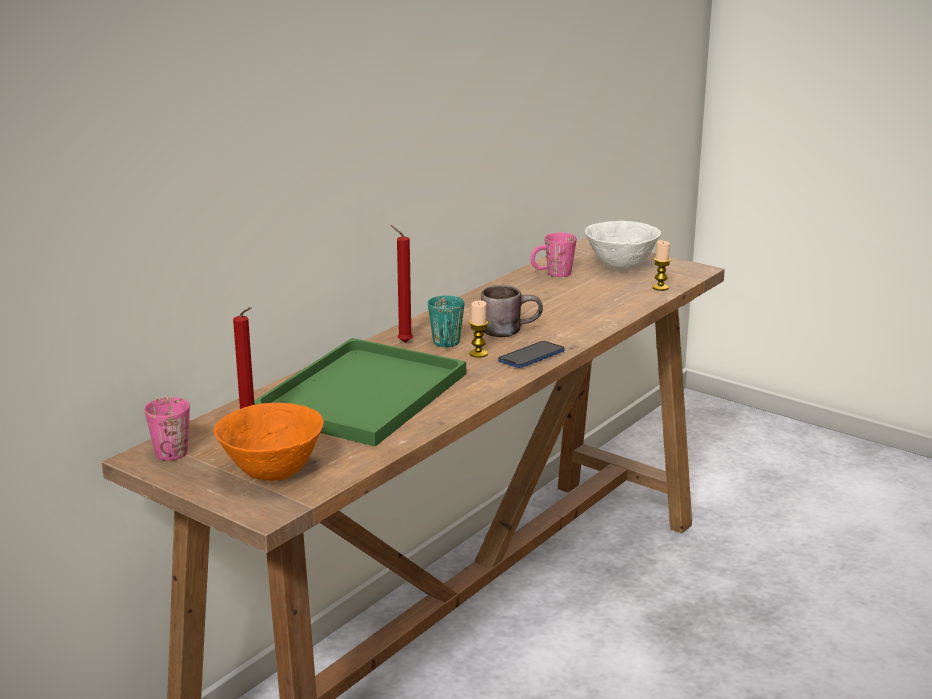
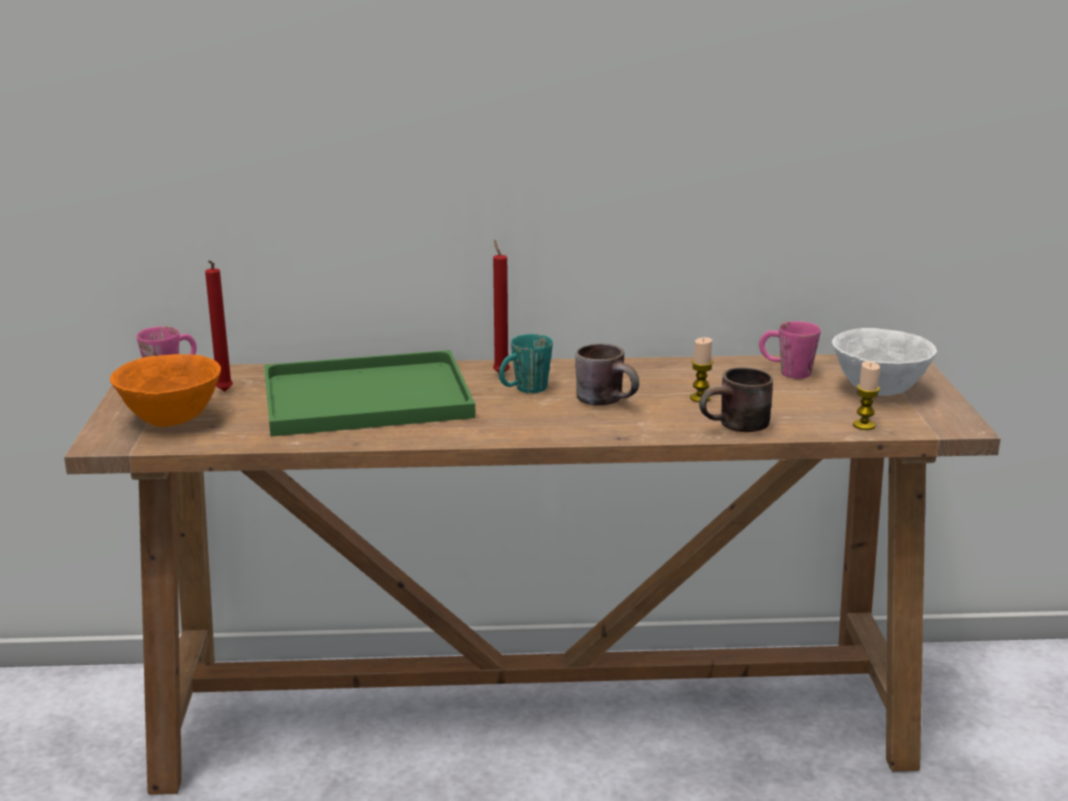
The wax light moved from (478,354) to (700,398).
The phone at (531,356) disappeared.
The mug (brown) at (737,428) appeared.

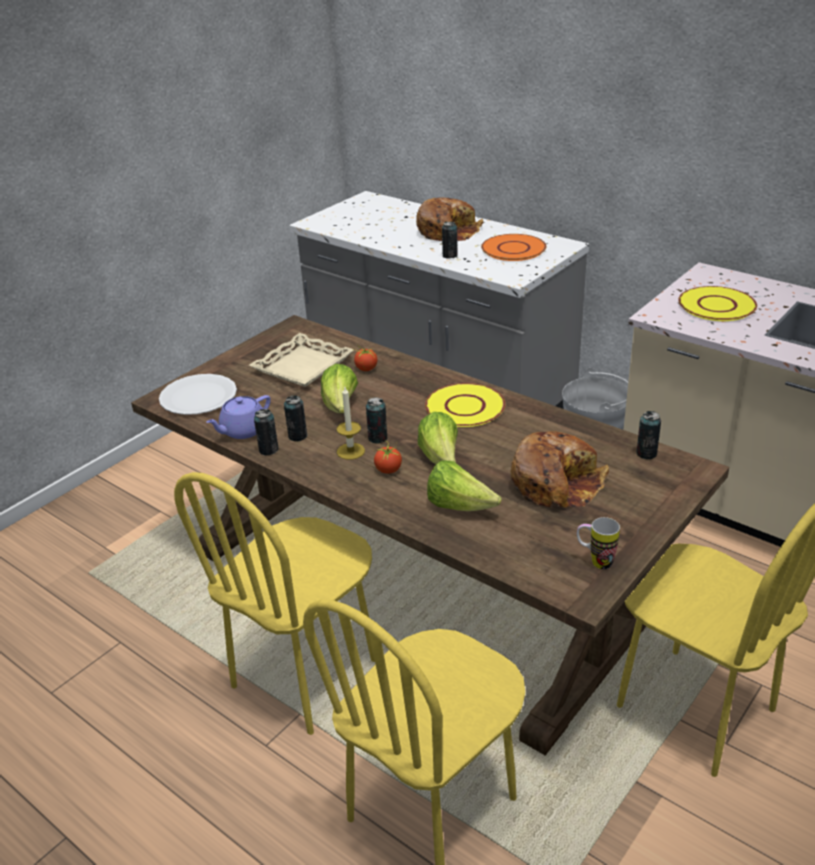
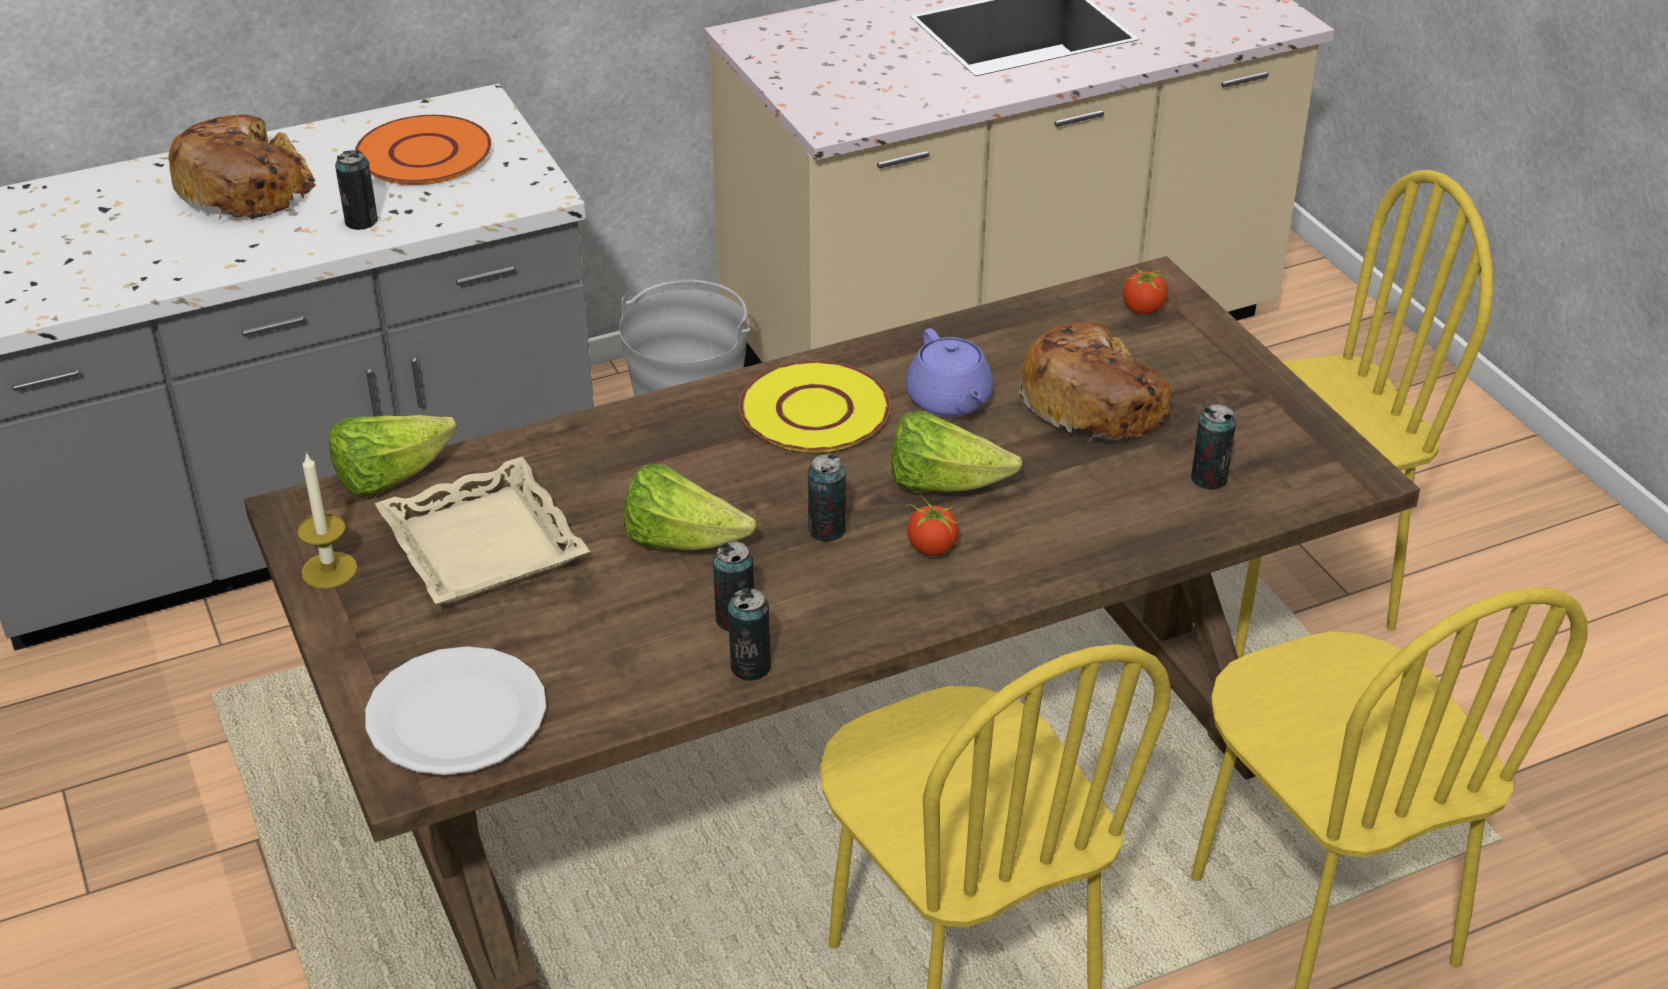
The teapot (purple) moved from (243,430) to (949,401).
The wax light moved from (350,451) to (329,570).
The whole tomato moved from (366,369) to (1143,309).
The lettuce moved from (459,506) to (390,478).
The mug at (595,561) disappeared.
The metal can moved from (646,453) to (1209,479).
The flat dish (yellow) at (716,305) disappeared.

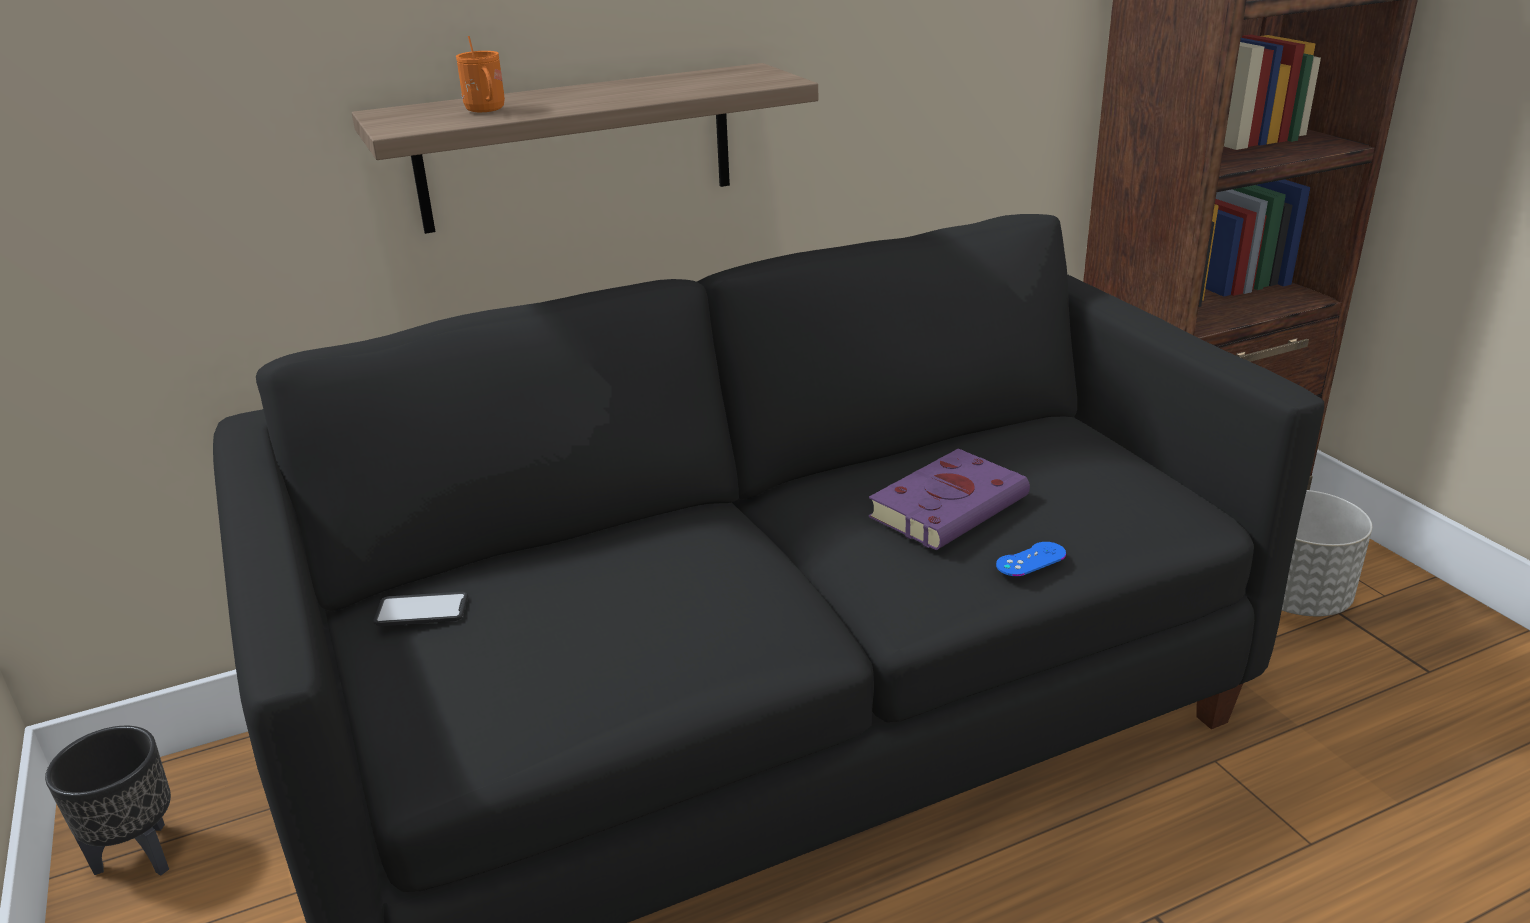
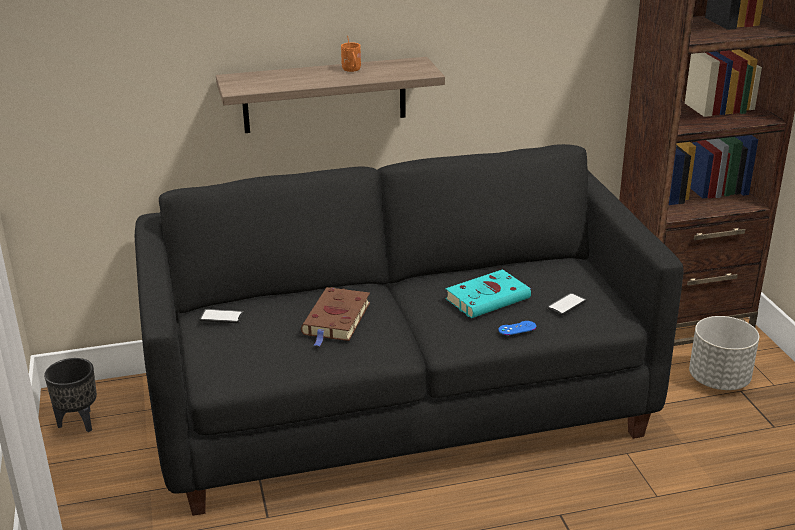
The mug (orangey) moved from (487,111) to (352,71).
The bound book (purple) at (951,506) became the bound book (turquoise-coloured) at (489,298).
The bound book (brown) at (336,320) appeared.
The phone at (566,304) appeared.

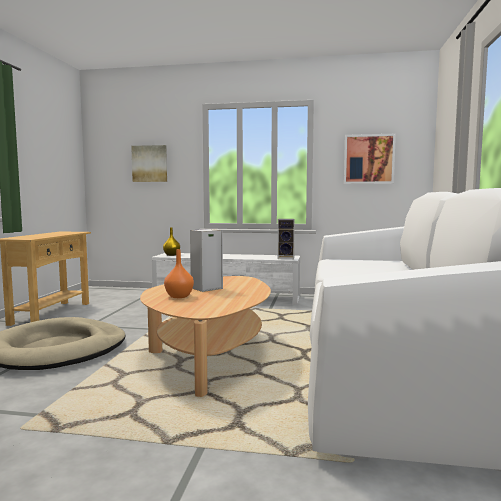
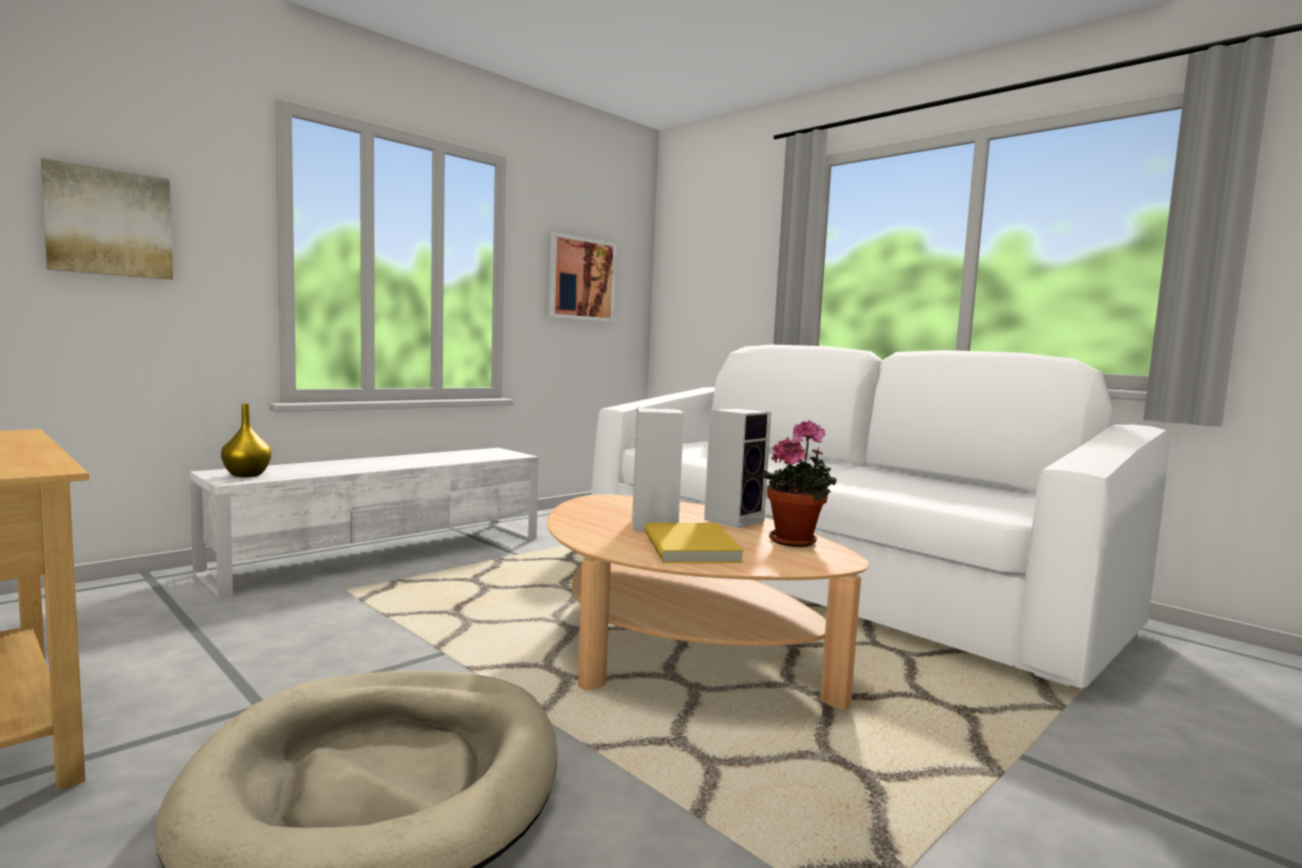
The flower vase (orangey) at (179,296) was replaced by the bound book (yellow) at (693,547).
The audio speaker moved from (286,258) to (734,519).
The plant in a pot at (796,541) appeared.

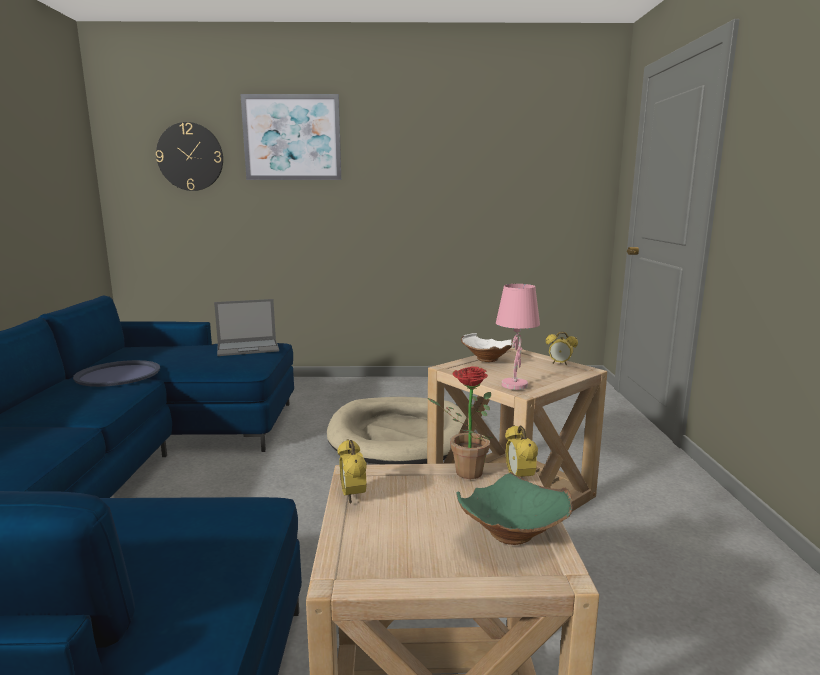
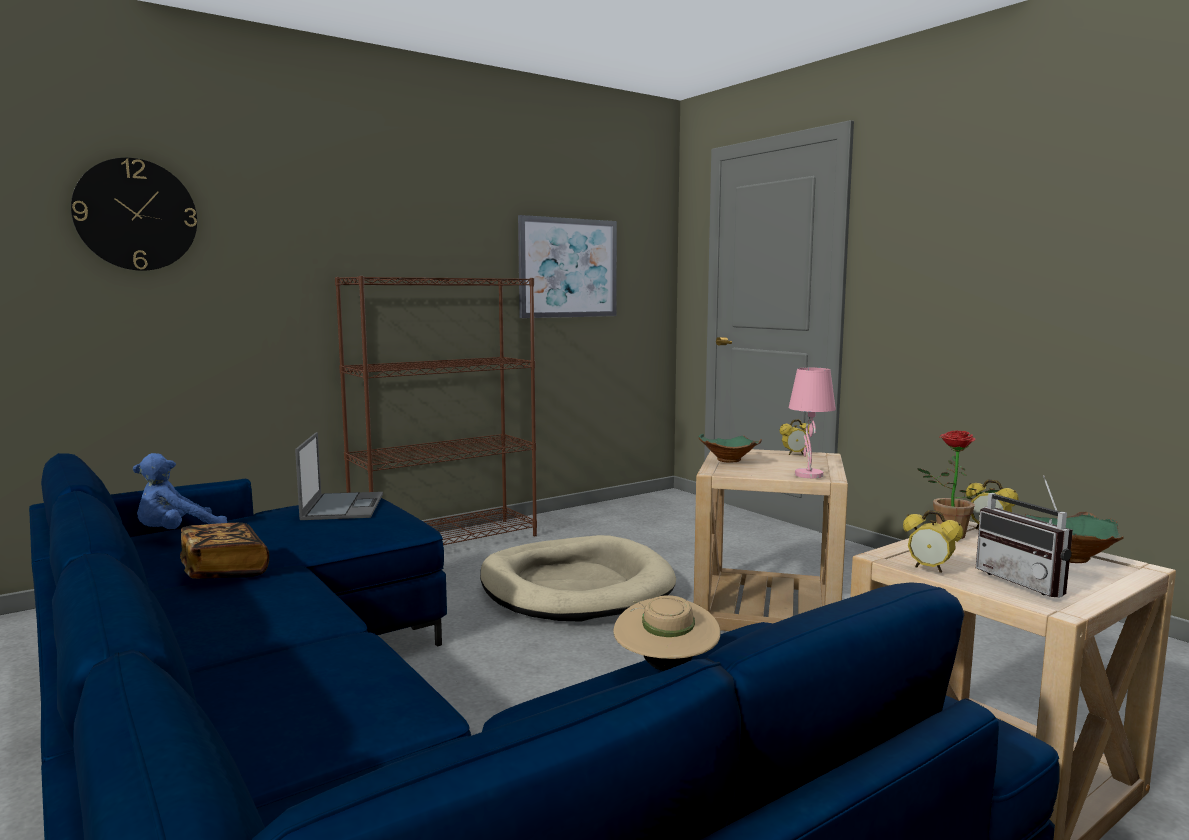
The tray (blue-coloured) at (118,375) was replaced by the bound book at (224,570).
The laptop at (248,348) turned 45 degrees counterclockwise.
The wall art moved from (292,138) to (568,268).
The bowl (white-coloured) at (486,360) became the bowl (green) at (729,461).
The plush toy (blue-coloured) at (177,535) appeared.
The bookshelf (brown) at (446,542) appeared.
The hat (beige-coloured) at (665,667) appeared.
The radio receiver at (1027,582) appeared.

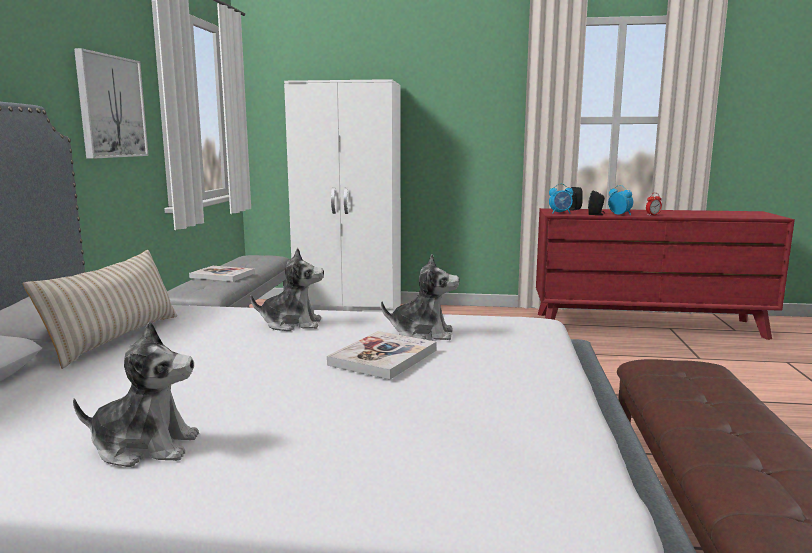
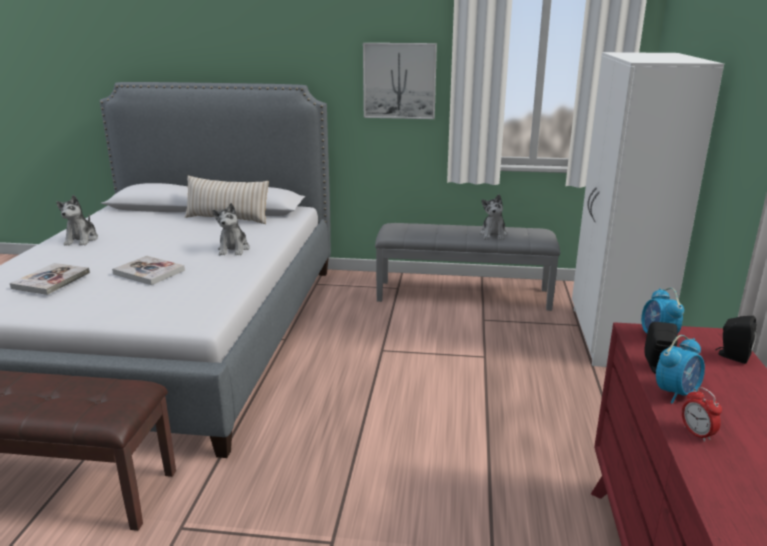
The bound book moved from (222,275) to (51,280).
The plush toy moved from (422,334) to (493,235).

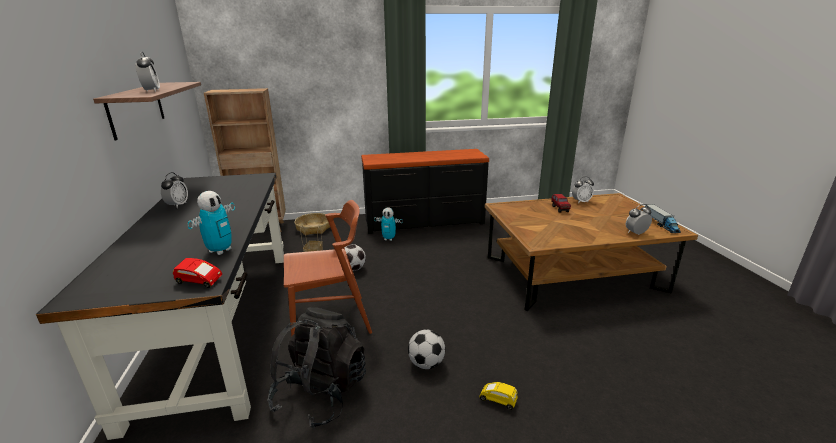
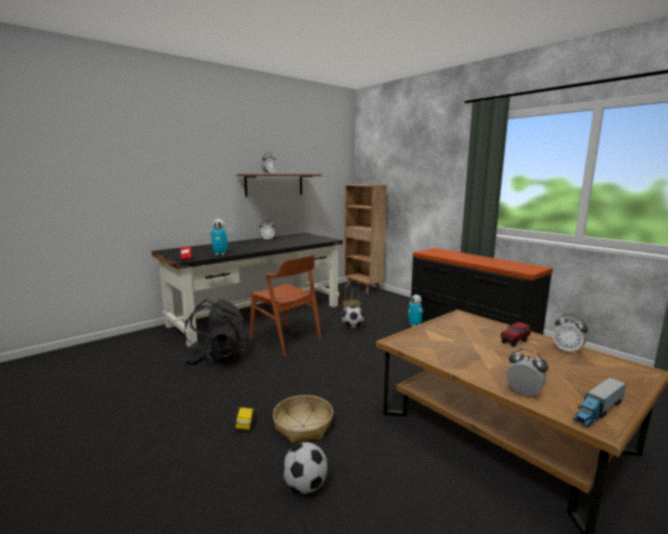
The household basket moved from (313,228) to (303,426).
The football ball moved from (426,363) to (305,486).

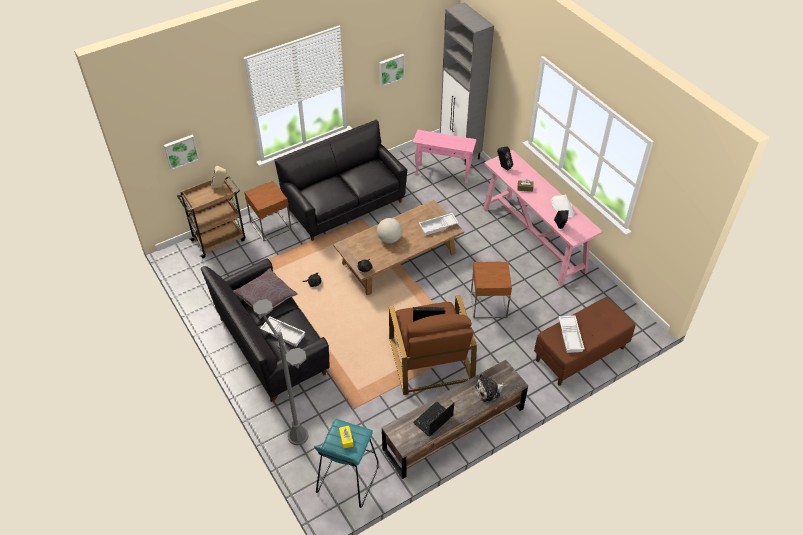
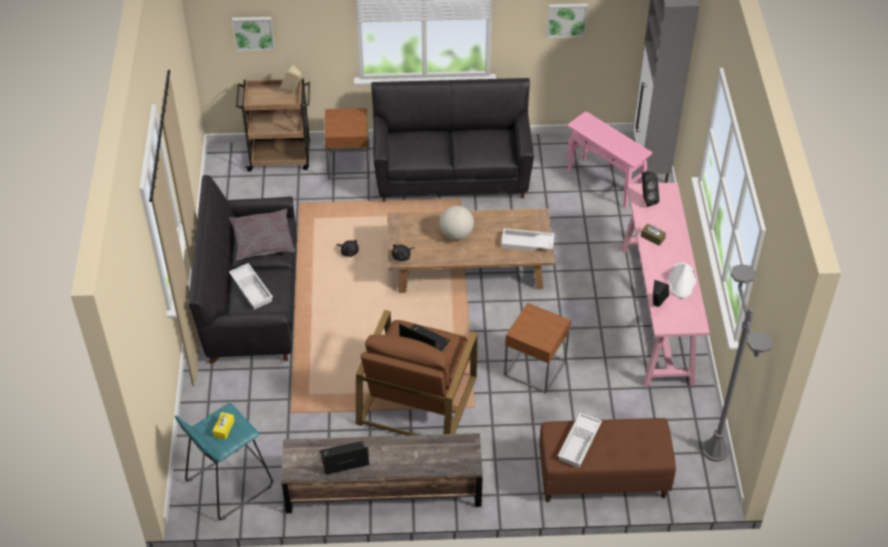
The standard lamp (greyish) moved from (298,436) to (715,450).
The plush toy at (489,391) disappeared.

